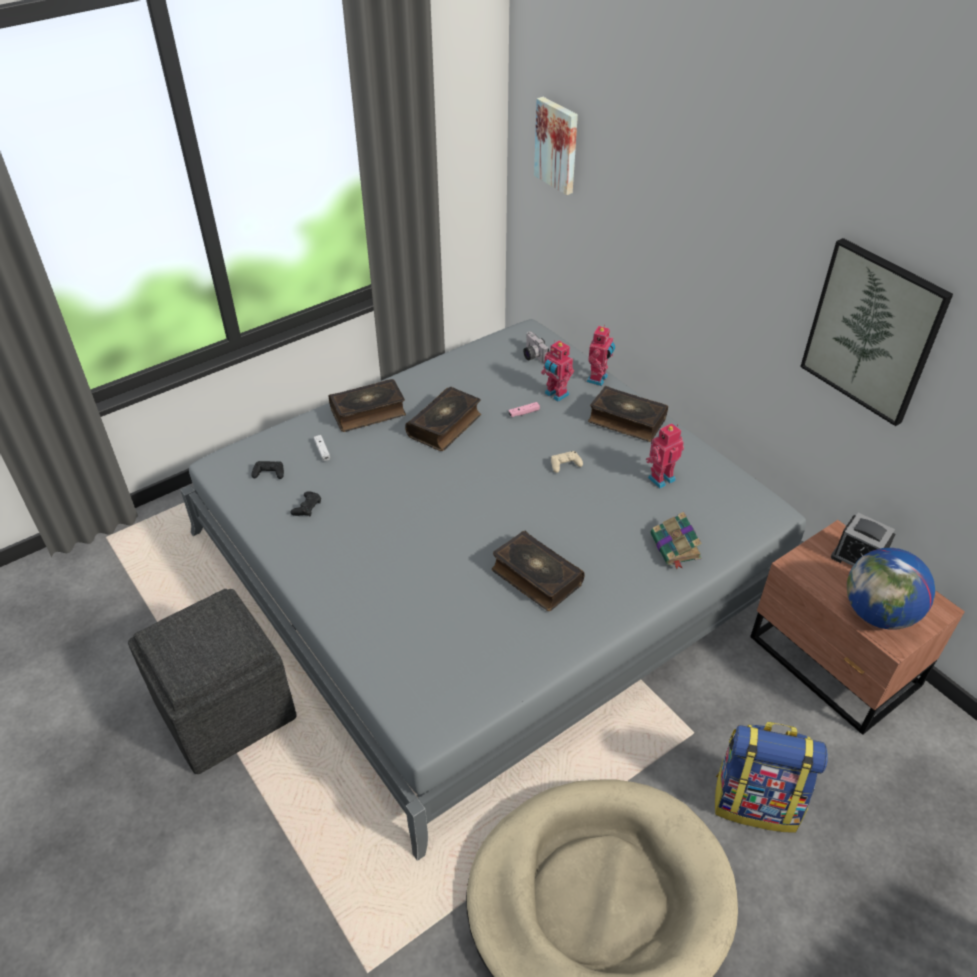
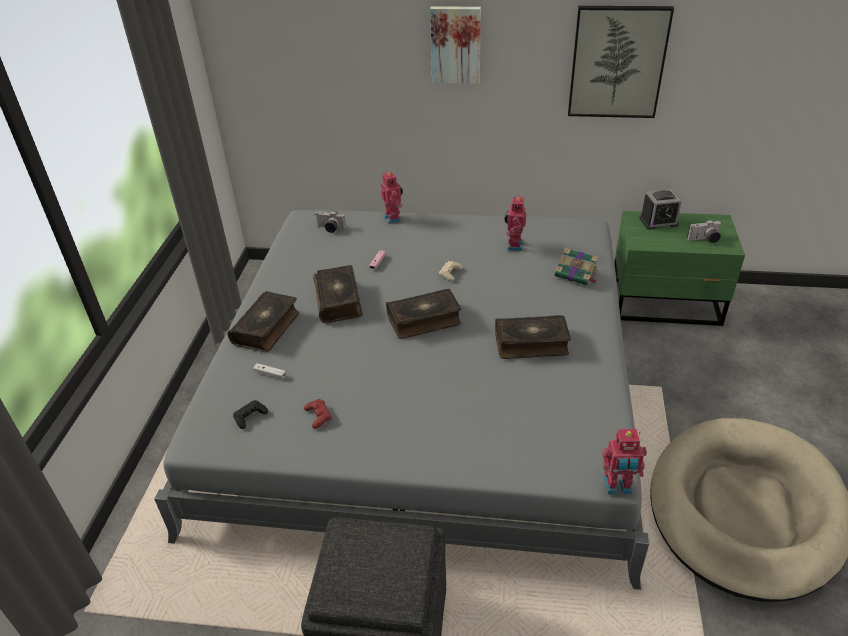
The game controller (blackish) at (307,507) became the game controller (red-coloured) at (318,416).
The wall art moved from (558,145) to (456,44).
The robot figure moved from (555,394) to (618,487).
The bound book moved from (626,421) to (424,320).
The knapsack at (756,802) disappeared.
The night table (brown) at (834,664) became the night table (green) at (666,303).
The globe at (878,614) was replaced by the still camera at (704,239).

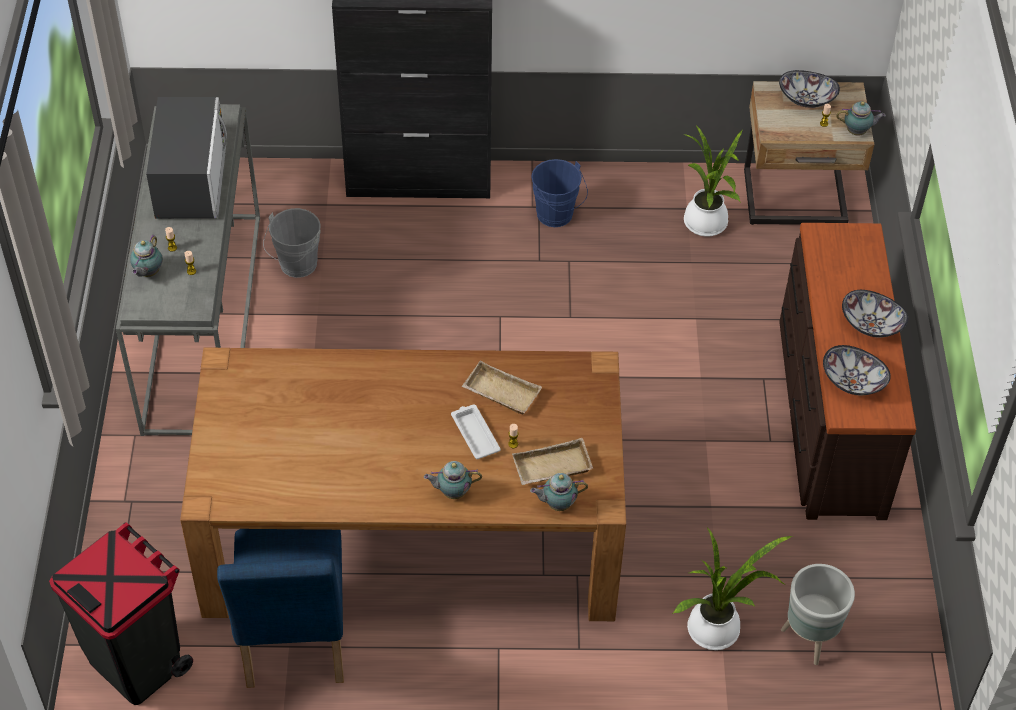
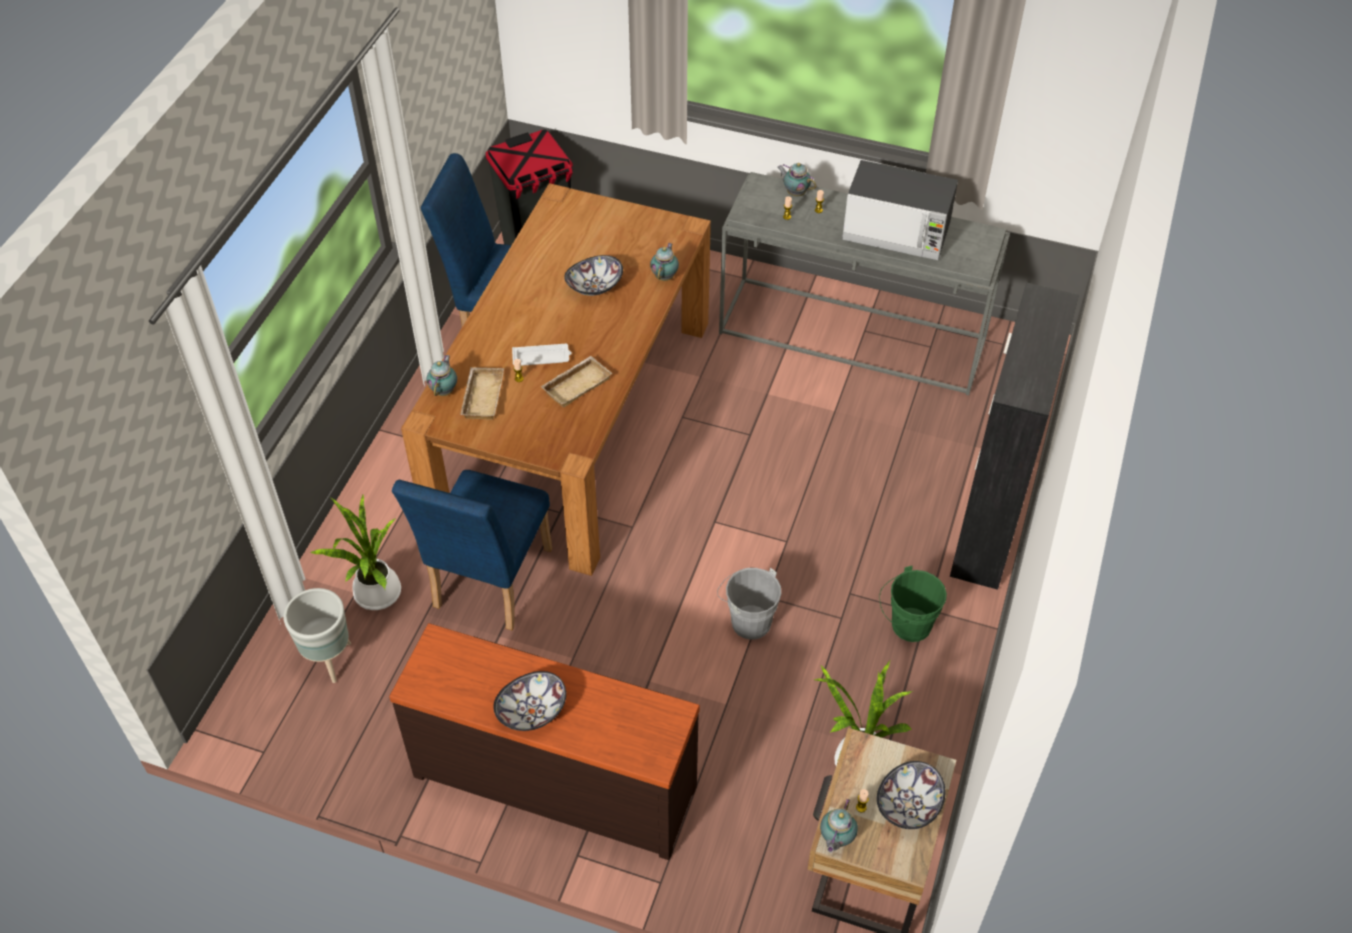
The pail (greyish) moved from (296,267) to (747,620).
The teapot moved from (452,492) to (665,276).
The pail (blue-coloured) at (557,217) became the pail (green) at (906,626).
The bowl moved from (852,382) to (594,286).
The upright chair (blue-coloured) at (488,585) appeared.

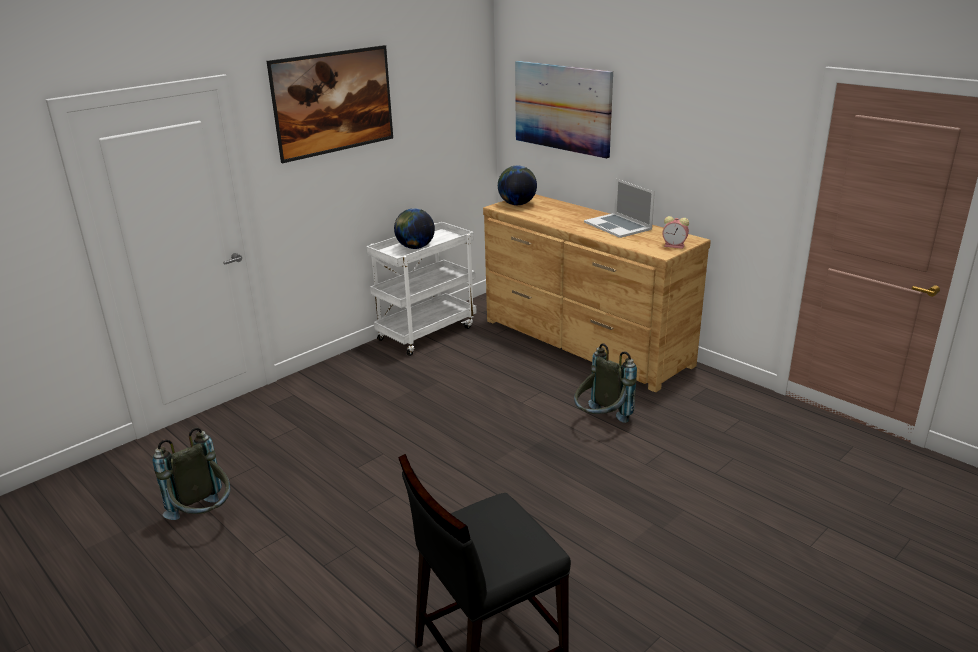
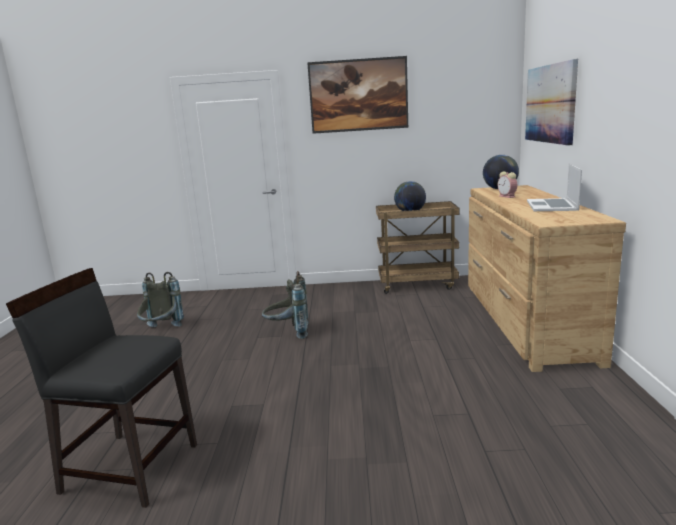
The cart (white-coloured) at (426,332) became the cart (brown) at (417,284).
The knapsack (greyish) moved from (600,422) to (288,333).
The bedside clock moved from (675,246) to (507,196).

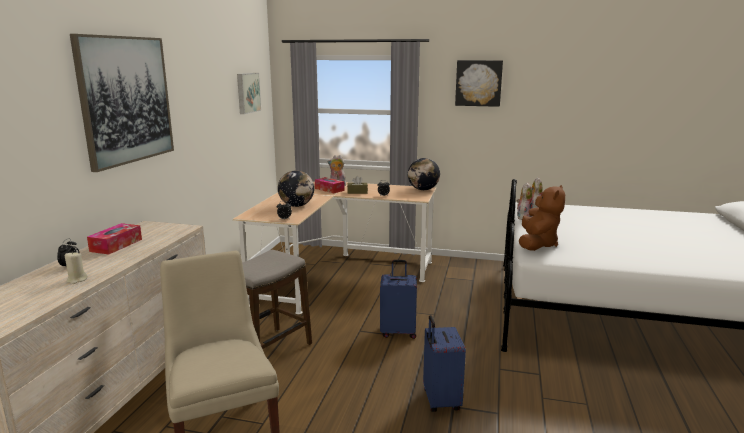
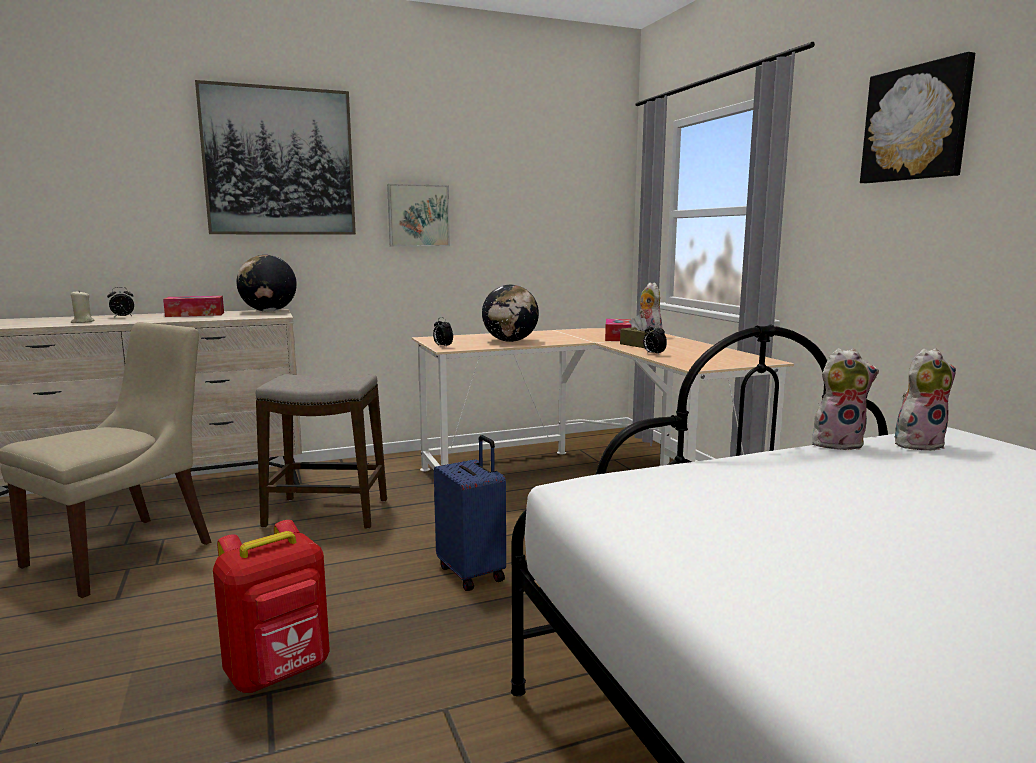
The wall art moved from (247,92) to (418,215).
The globe moved from (423,189) to (268,311).
The piece of luggage (blue-coloured) at (440,400) was replaced by the knapsack (red-coloured) at (280,673).
The plush toy (brown) at (537,244) disappeared.

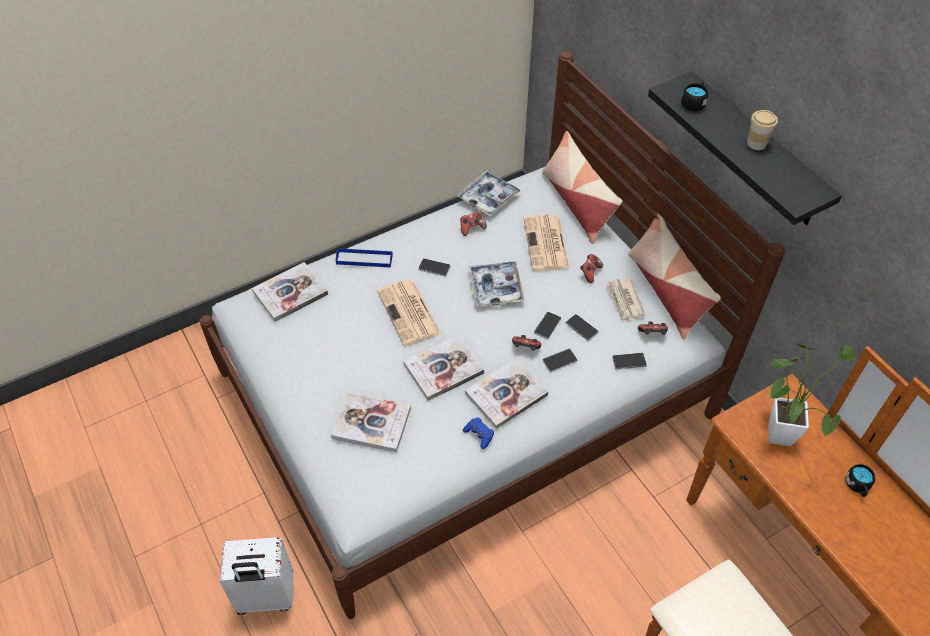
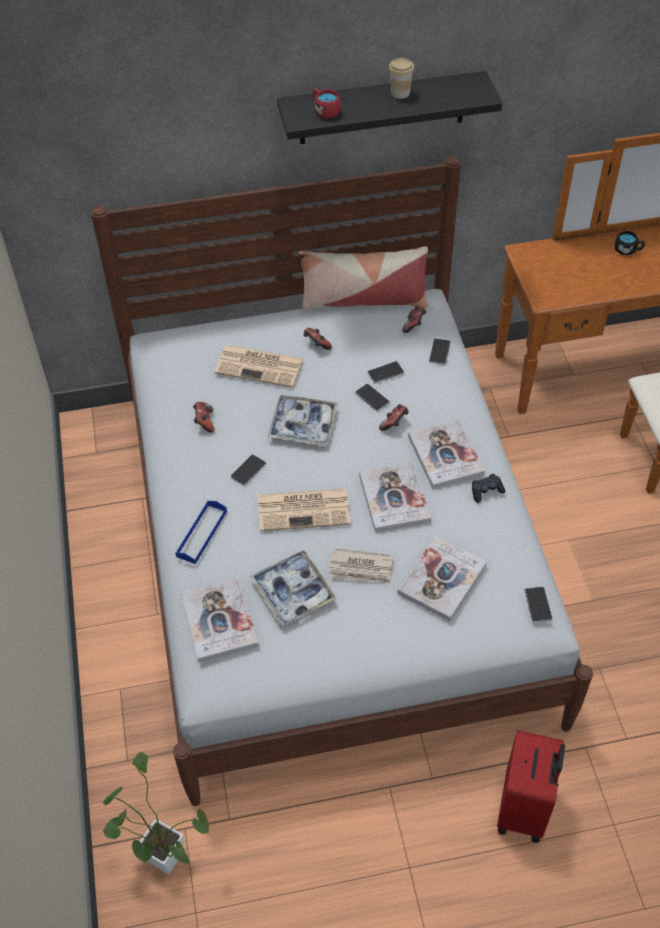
The piece of luggage (white-coloured) at (266,597) became the piece of luggage (red-coloured) at (524,809).
The tray moved from (488,197) to (293,592).
The game controller (blue-coloured) at (479,435) became the game controller (blackish) at (486,491).
The throw pillow at (577,203) disappeared.
The phone moved from (559,361) to (538,605).
The newspaper moved from (624,301) to (361,568).
The mug (blackish) at (694,103) became the mug (red-coloured) at (325,110).
The plant in a pot moved from (779,430) to (159,854).

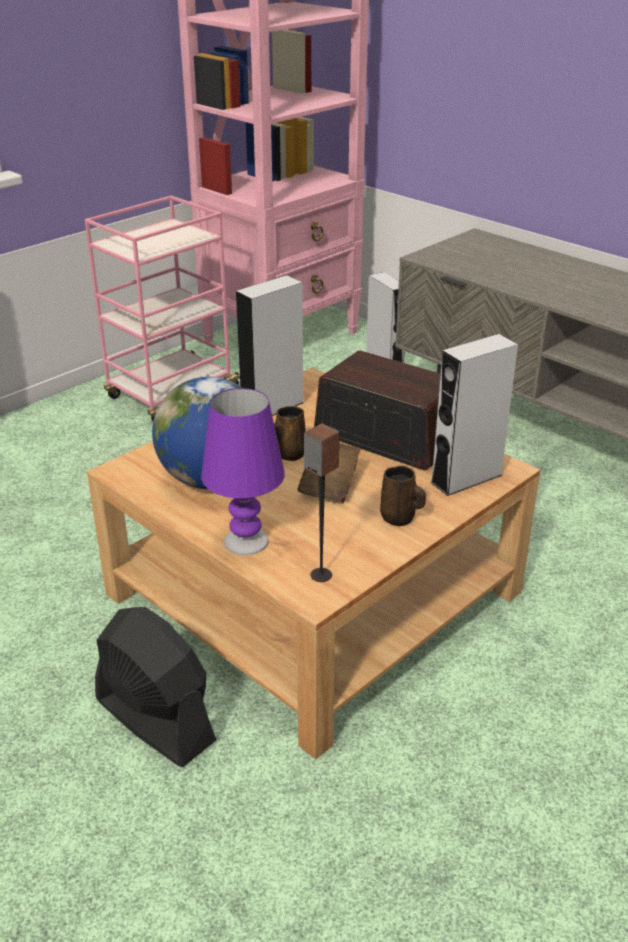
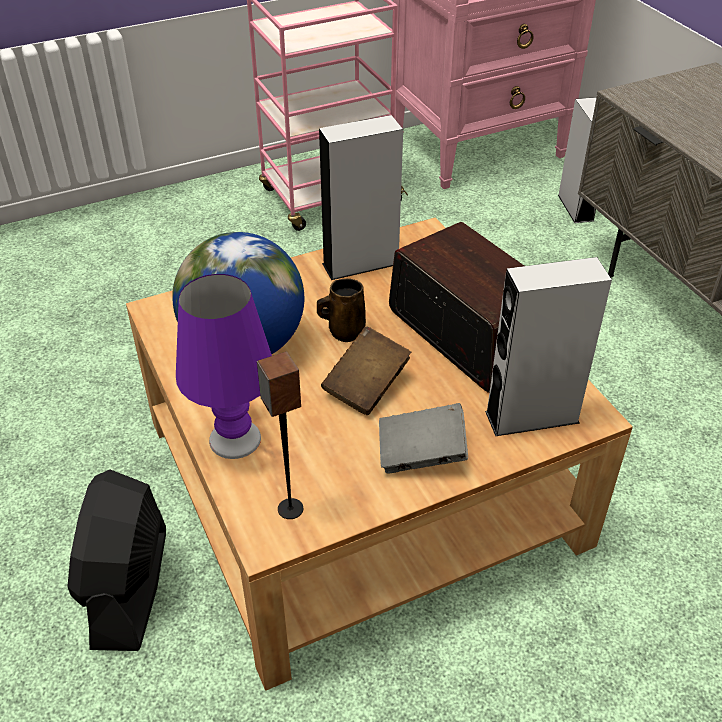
The electric fan (blackish) at (154,720) turned 150 degrees counterclockwise.
The mug (brown) at (399,518) was replaced by the bound book (greyish) at (421,454).

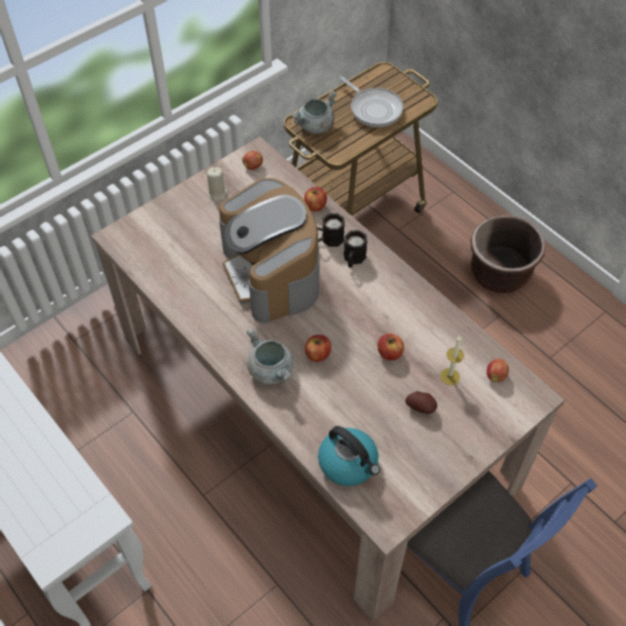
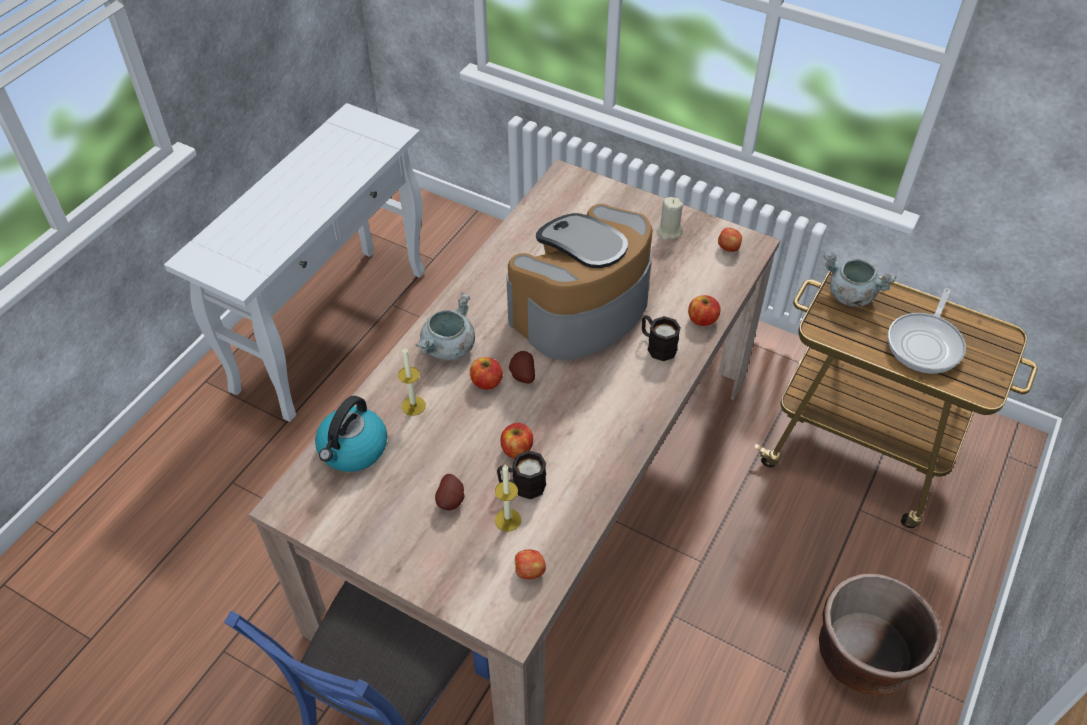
The mug (blackish) moved from (353,259) to (522,485).
The wax light at (413,406) appeared.
The whole potato at (521,376) appeared.

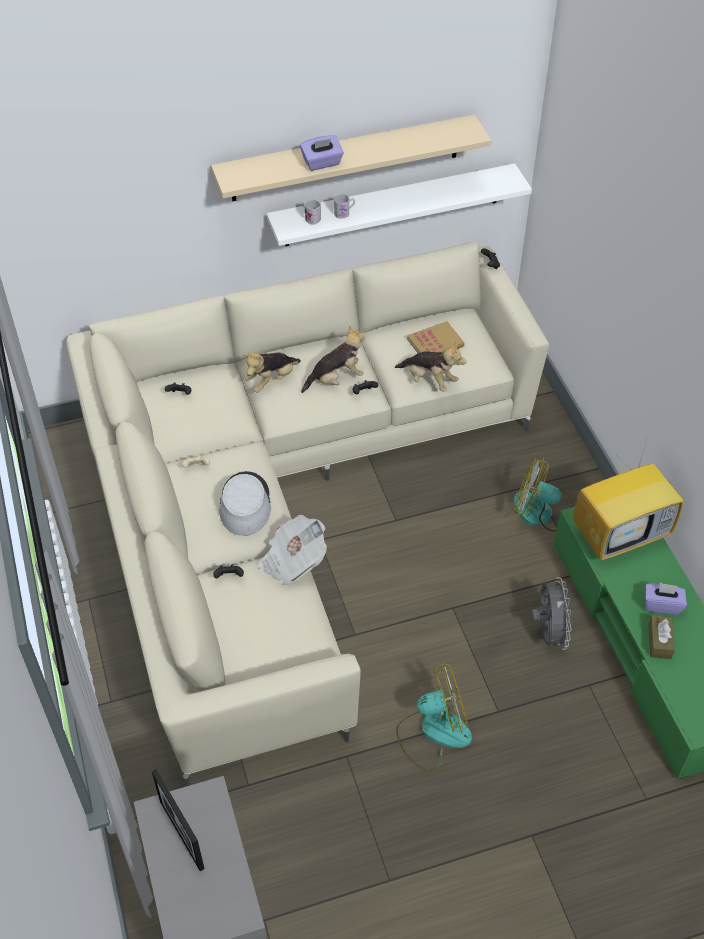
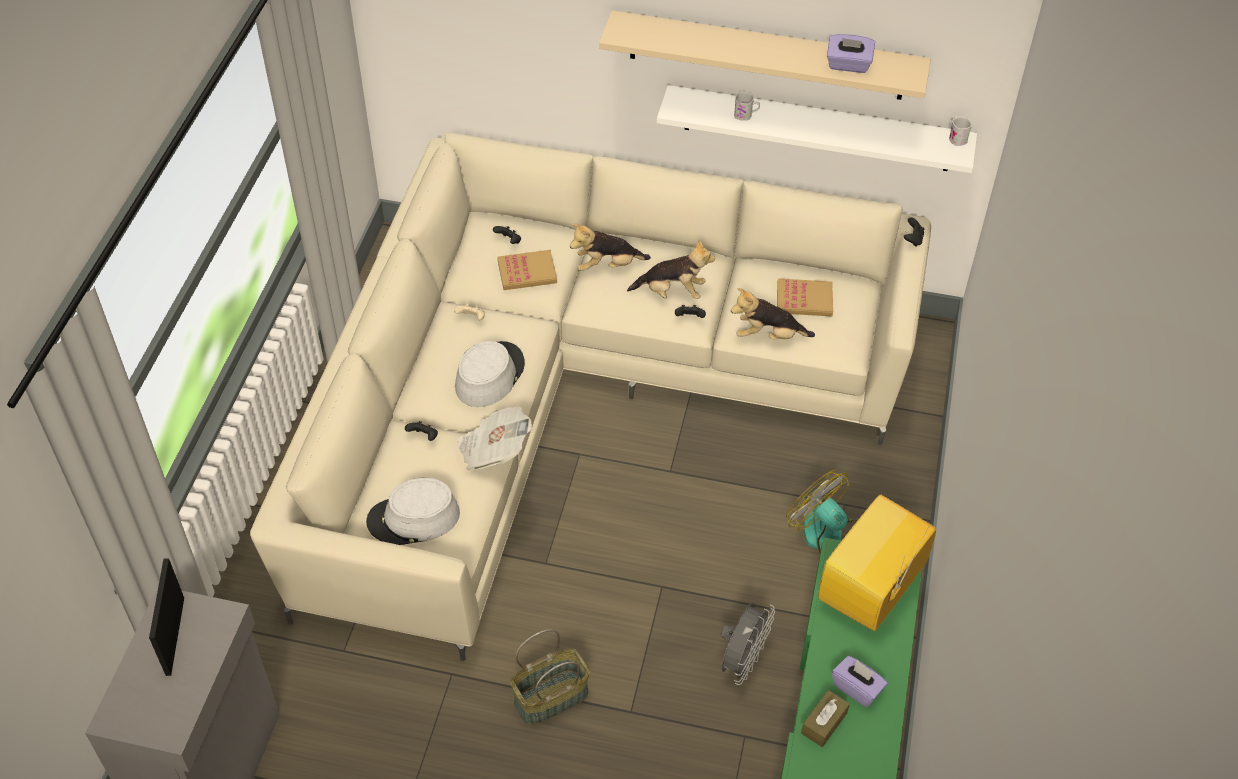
The tissue holder (purple) moved from (322,163) to (848,65).
The mug (white-coloured) moved from (311,218) to (956,137).
The plush toy at (429,380) turned 120 degrees clockwise.
The electric fan at (433,732) was replaced by the household basket at (551,696).
The television at (621,534) turned 120 degrees clockwise.
The hat (greyish) at (413,518) appeared.
The bound book at (527,272) appeared.

